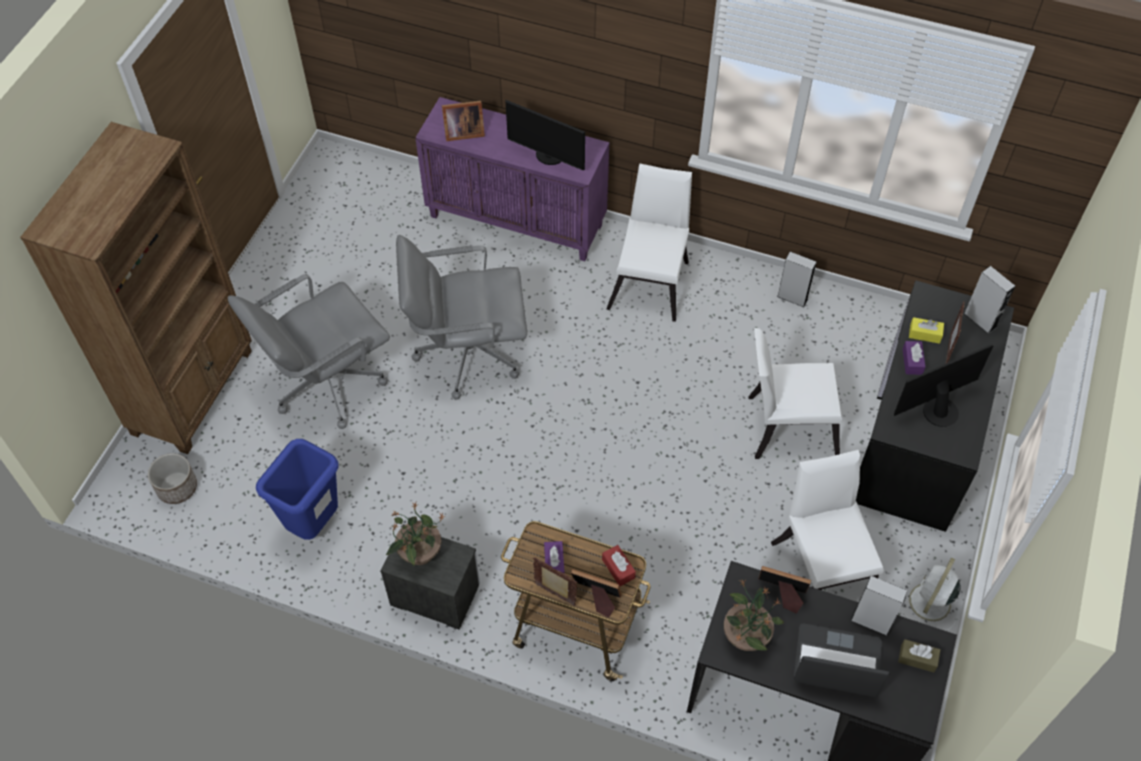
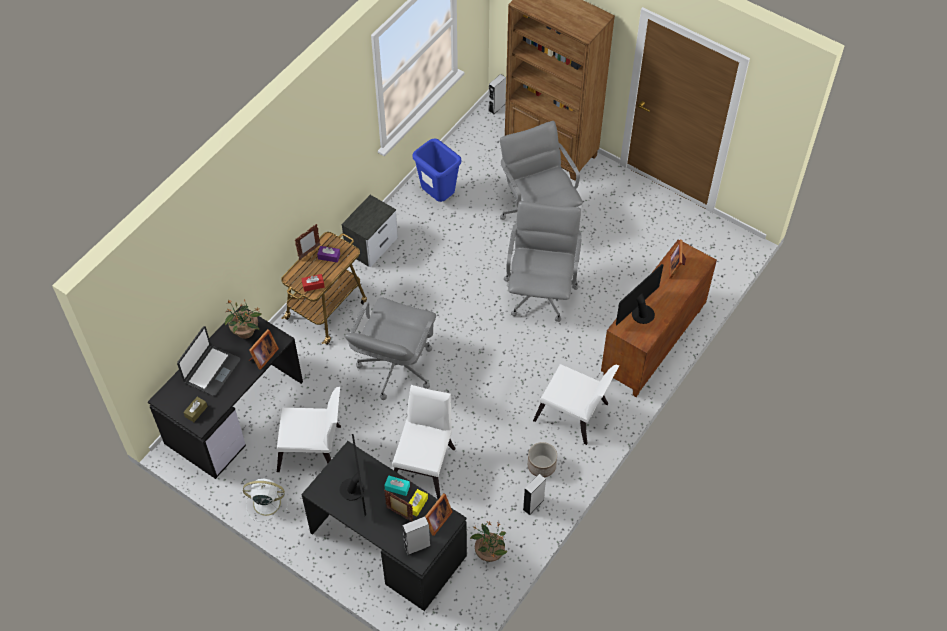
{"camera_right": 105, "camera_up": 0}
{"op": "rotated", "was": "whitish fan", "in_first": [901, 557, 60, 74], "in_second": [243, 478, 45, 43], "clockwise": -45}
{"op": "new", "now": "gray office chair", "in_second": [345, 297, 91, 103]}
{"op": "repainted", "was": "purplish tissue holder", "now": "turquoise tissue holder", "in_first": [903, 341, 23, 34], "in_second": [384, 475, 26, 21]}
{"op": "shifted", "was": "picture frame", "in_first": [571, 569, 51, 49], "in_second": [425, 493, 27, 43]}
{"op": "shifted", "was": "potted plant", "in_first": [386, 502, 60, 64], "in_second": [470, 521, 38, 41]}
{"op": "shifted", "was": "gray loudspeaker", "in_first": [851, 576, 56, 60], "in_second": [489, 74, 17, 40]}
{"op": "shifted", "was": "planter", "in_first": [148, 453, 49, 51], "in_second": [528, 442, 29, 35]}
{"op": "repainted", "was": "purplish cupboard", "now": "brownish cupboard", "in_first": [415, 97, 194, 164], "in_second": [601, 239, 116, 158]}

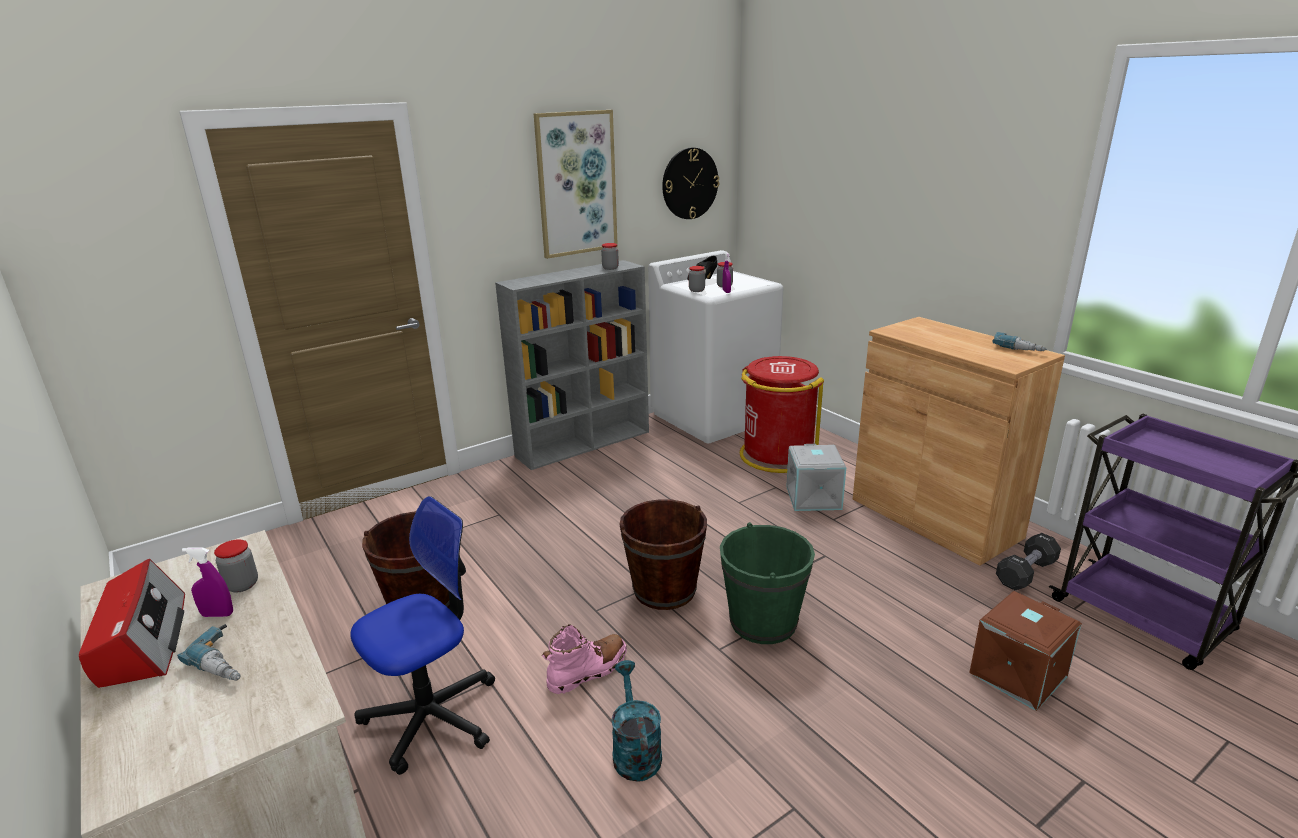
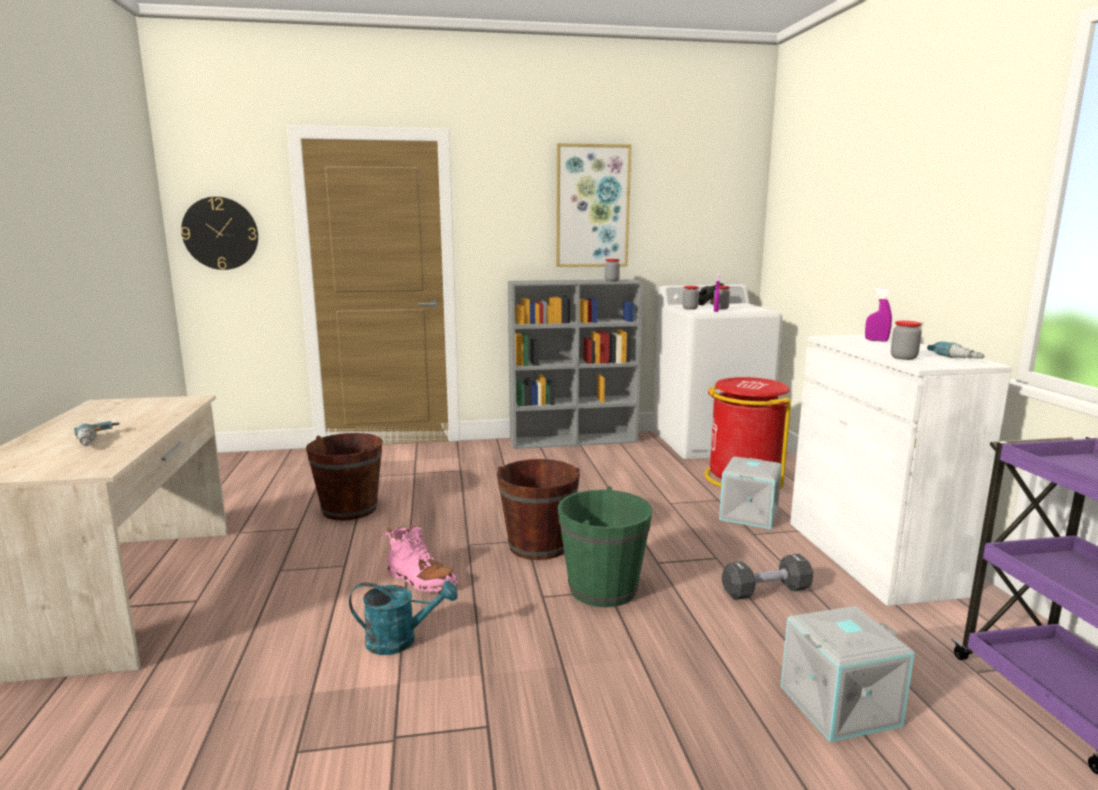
{"camera_right": 25, "camera_up": -10}
{"op": "shifted", "was": "clock on the wall", "in_first": [662, 148, 57, 71], "in_second": [181, 197, 77, 73]}
{"op": "rotated", "was": "turquoise watering pot", "in_first": [611, 660, 51, 122], "in_second": [349, 581, 109, 74], "clockwise": 75}
{"op": "rotated", "was": "pink-coloured tall boot", "in_first": [542, 624, 85, 70], "in_second": [384, 524, 74, 69], "clockwise": 45}
{"op": "shifted", "was": "black-coloured free weight", "in_first": [996, 533, 65, 57], "in_second": [722, 554, 91, 46]}
{"op": "repainted", "was": "brownish storage bin", "now": "gray storage bin", "in_first": [969, 591, 113, 120], "in_second": [781, 606, 134, 136]}
{"op": "repainted", "was": "brownish cupboard", "now": "whitish cupboard", "in_first": [853, 317, 212, 249], "in_second": [790, 334, 222, 272]}
{"op": "shifted", "was": "purplish sprayer", "in_first": [182, 547, 51, 70], "in_second": [865, 288, 27, 54]}
{"op": "shifted", "was": "preserve jar", "in_first": [214, 540, 44, 53], "in_second": [891, 321, 31, 39]}
{"op": "gone", "was": "radio set", "in_first": [79, 559, 106, 129]}
{"op": "gone", "was": "office chair", "in_first": [350, 496, 145, 279]}

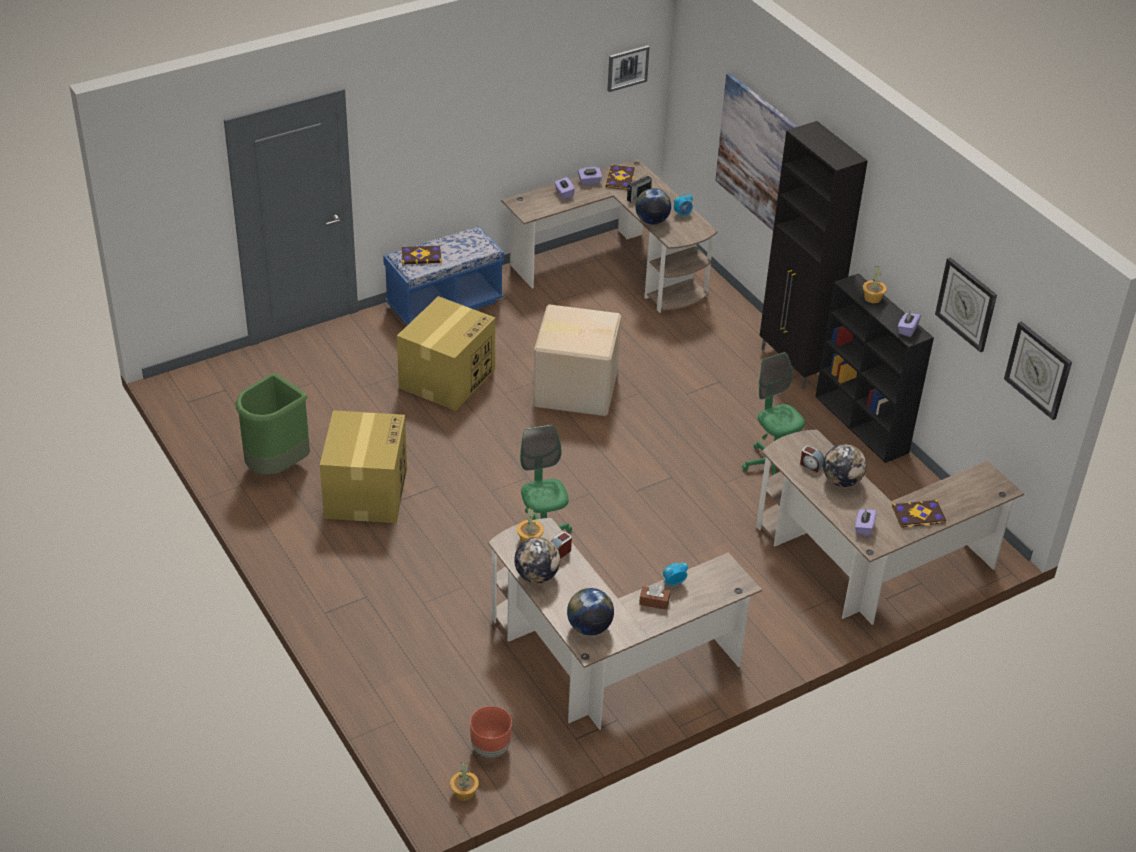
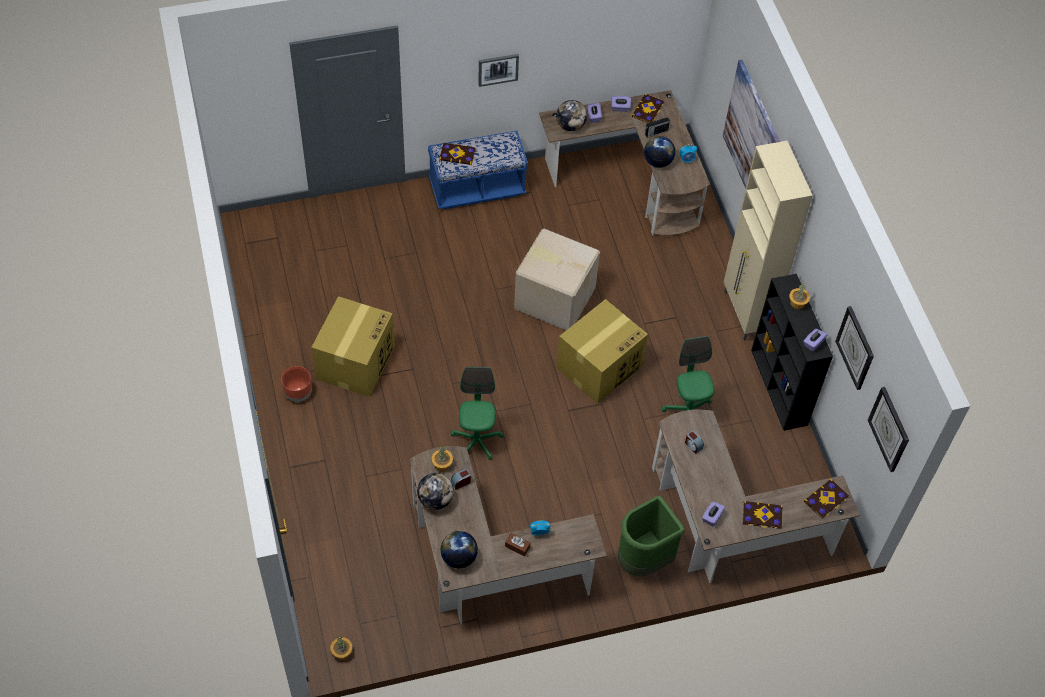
{"camera_right": 15, "camera_up": 15}
{"op": "shifted", "was": "brownish planter", "in_first": [470, 706, 42, 52], "in_second": [281, 366, 31, 36]}
{"op": "shifted", "was": "picture", "in_first": [607, 46, 43, 46], "in_second": [478, 54, 41, 33]}
{"op": "shifted", "was": "globe", "in_first": [823, 444, 43, 43], "in_second": [556, 100, 31, 31]}
{"op": "shifted", "was": "cardboard box", "in_first": [397, 296, 98, 115], "in_second": [556, 299, 92, 105]}
{"op": "shifted", "was": "greenish waste bin", "in_first": [235, 373, 75, 102], "in_second": [618, 496, 67, 80]}
{"op": "repainted", "was": "black-coloured cupboard", "now": "beige cupboard", "in_first": [760, 121, 108, 268], "in_second": [724, 141, 89, 199]}
{"op": "new", "now": "bound book", "in_second": [804, 479, 45, 39]}

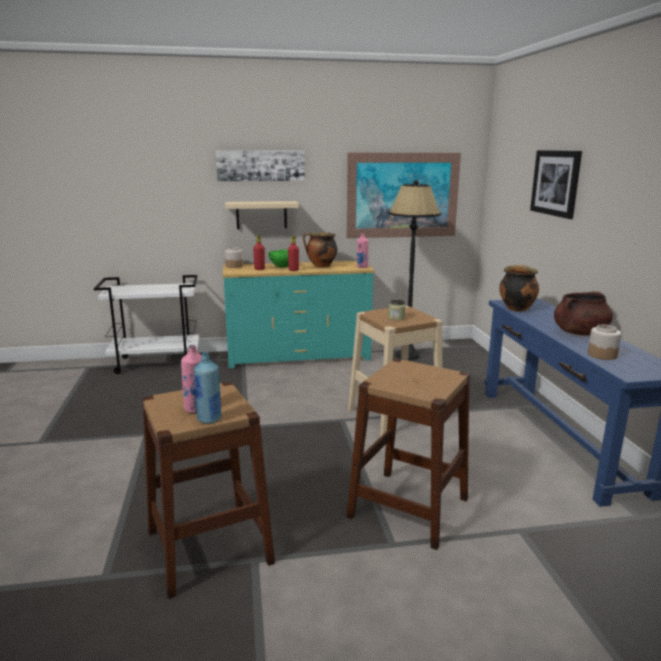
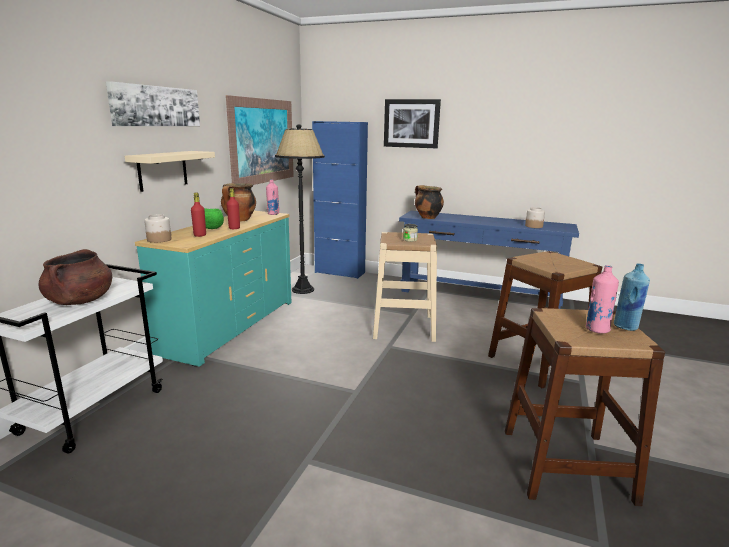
{"camera_right": -60, "camera_up": 0}
{"op": "shifted", "was": "brownish stockpot", "in_first": [554, 291, 59, 45], "in_second": [39, 249, 73, 56]}
{"op": "new", "now": "bluish cupboard", "in_second": [312, 121, 56, 158]}

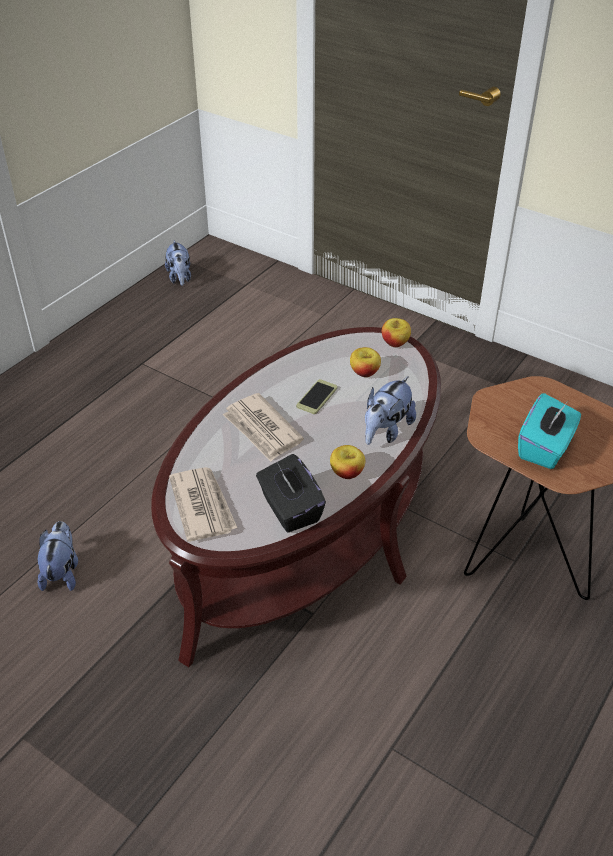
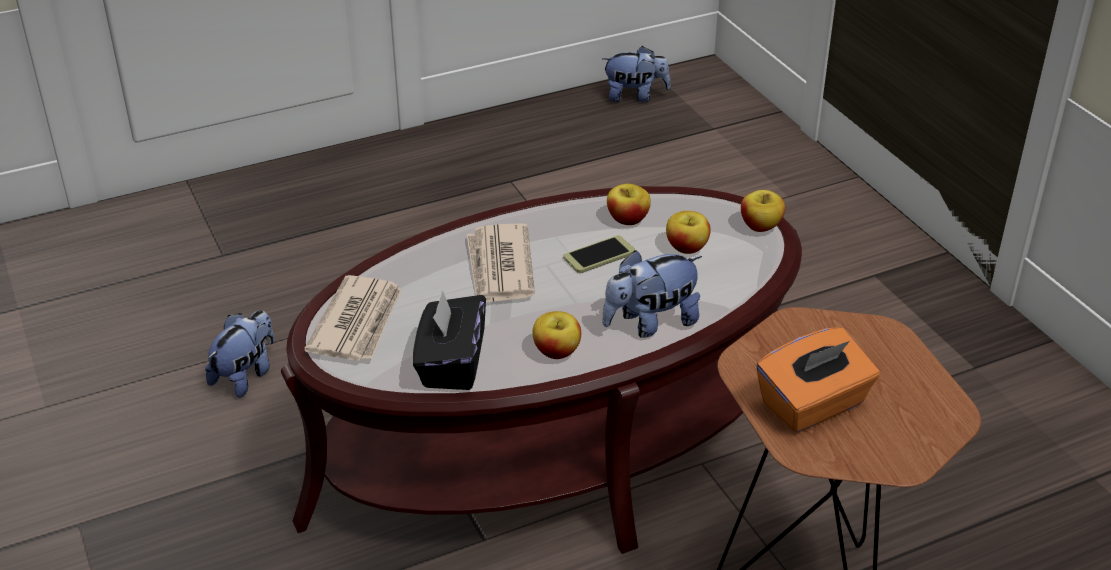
{"camera_right": 30, "camera_up": -5}
{"op": "rotated", "was": "plush toy", "in_first": [165, 240, 26, 46], "in_second": [602, 46, 68, 56], "clockwise": -105}
{"op": "new", "now": "apple", "in_second": [607, 184, 44, 41]}
{"op": "repainted", "was": "turquoise tissue holder", "now": "orange-coloured tissue holder", "in_first": [518, 393, 63, 76], "in_second": [756, 327, 124, 106]}

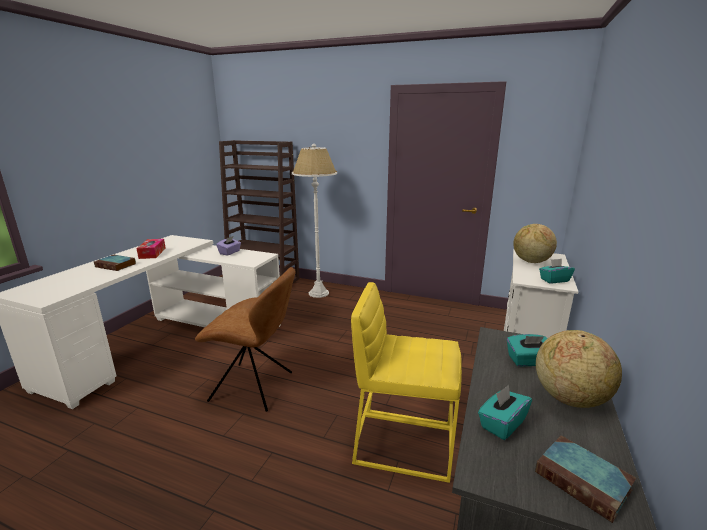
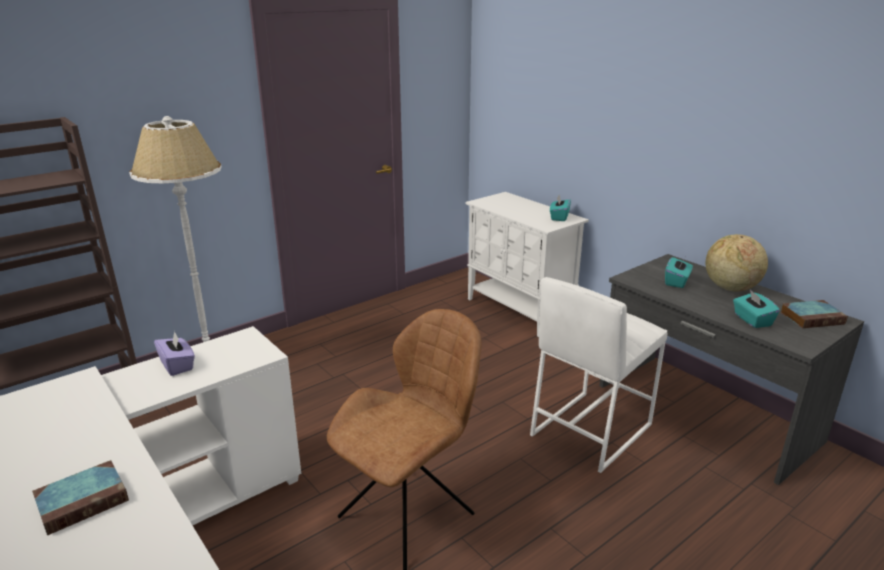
{"camera_right": -60, "camera_up": 5}
{"op": "repainted", "was": "yellow sitting stool", "now": "whitish sitting stool", "in_first": [351, 282, 111, 201], "in_second": [530, 277, 137, 196]}
{"op": "gone", "was": "tissue holder", "in_first": [136, 239, 30, 20]}
{"op": "gone", "was": "globe", "in_first": [513, 224, 44, 39]}

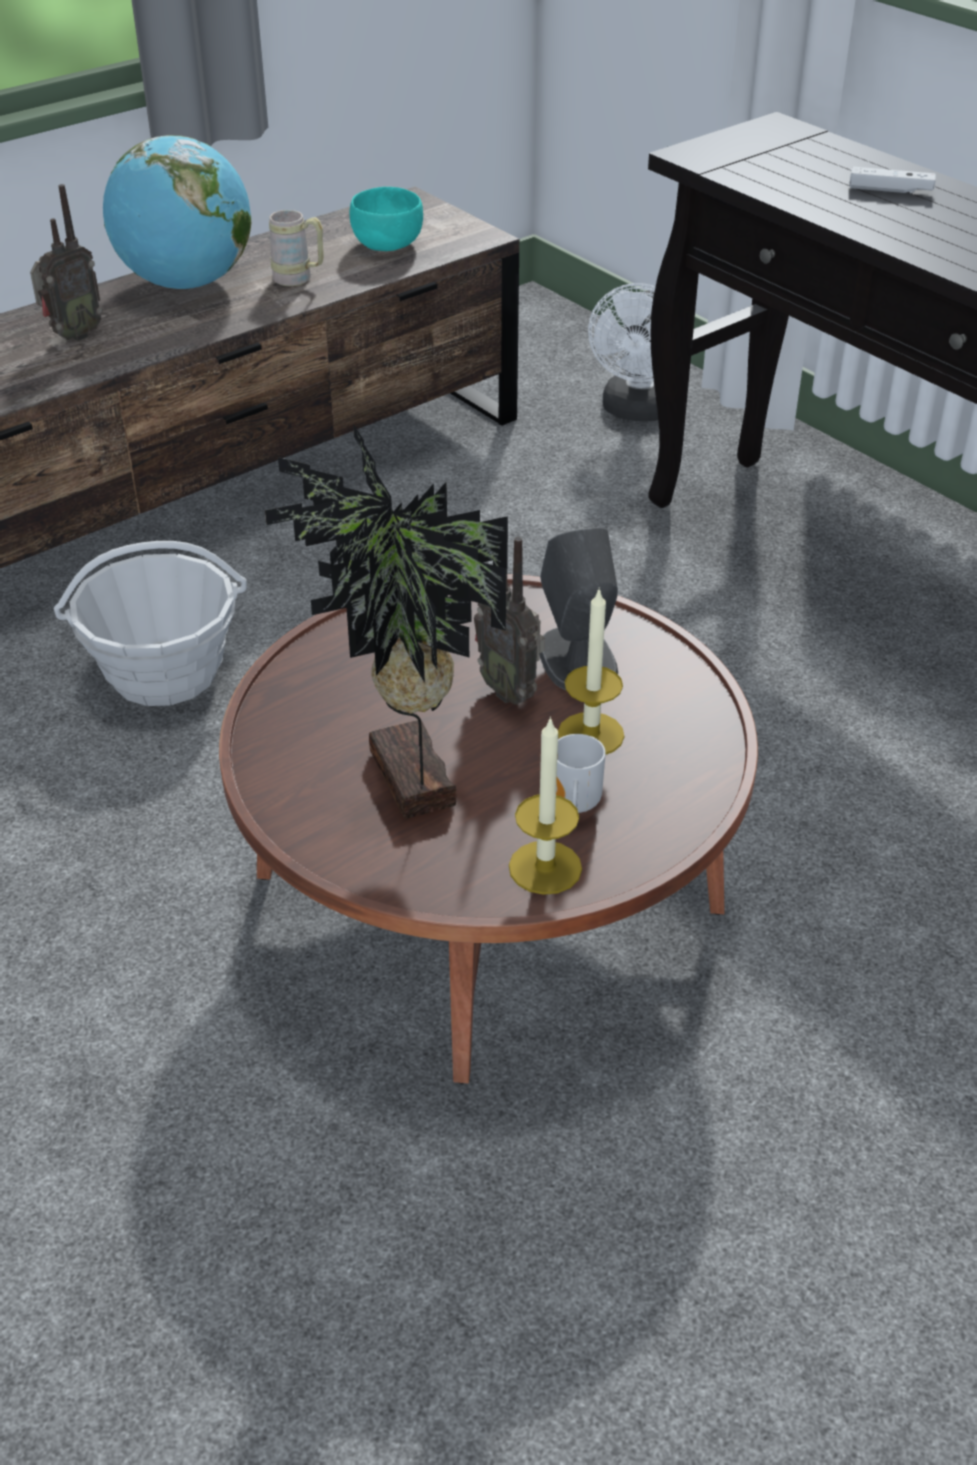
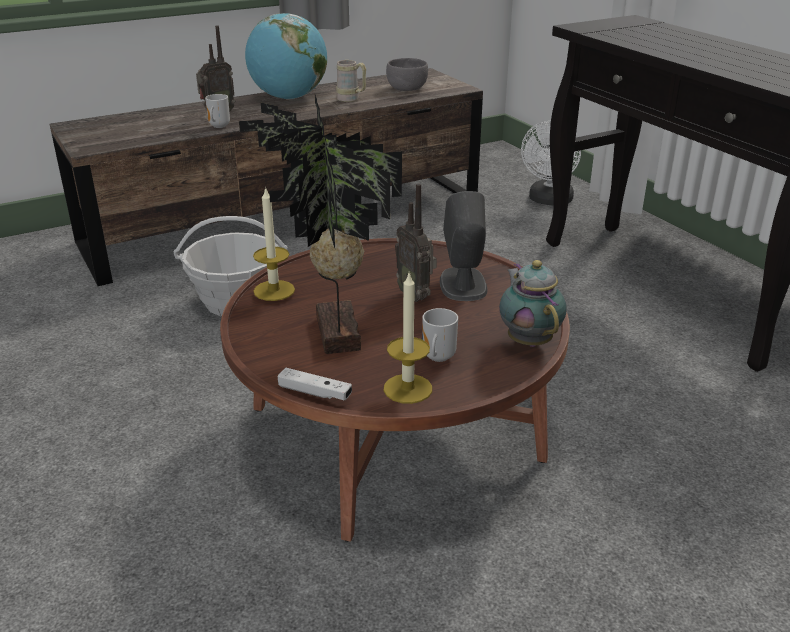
{"camera_right": 10, "camera_up": -10}
{"op": "new", "now": "coffee mug", "in_second": [205, 94, 25, 34]}
{"op": "shifted", "was": "wax candle", "in_first": [558, 587, 66, 167], "in_second": [253, 186, 42, 115]}
{"op": "shifted", "was": "whitish joypad", "in_first": [849, 167, 87, 27], "in_second": [277, 368, 75, 32]}
{"op": "repainted", "was": "turquoise serving bowl", "now": "gray serving bowl", "in_first": [350, 187, 73, 64], "in_second": [386, 58, 42, 33]}
{"op": "new", "now": "pot for tea", "in_second": [499, 260, 67, 87]}

